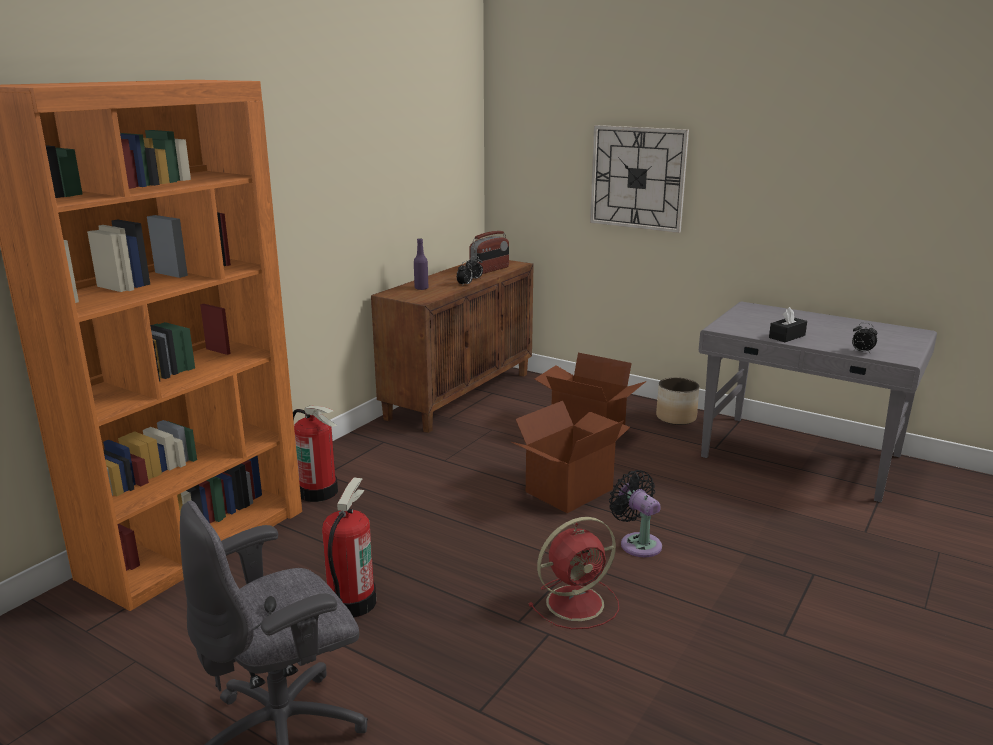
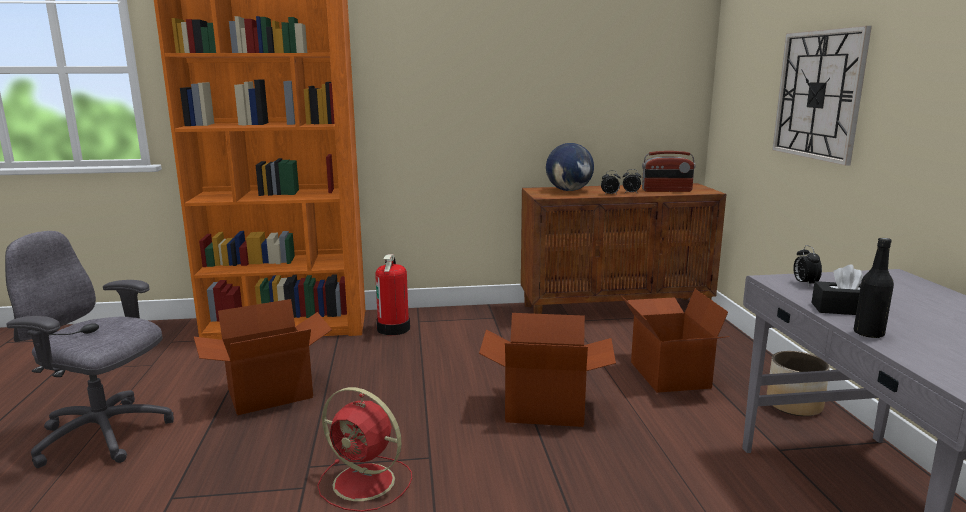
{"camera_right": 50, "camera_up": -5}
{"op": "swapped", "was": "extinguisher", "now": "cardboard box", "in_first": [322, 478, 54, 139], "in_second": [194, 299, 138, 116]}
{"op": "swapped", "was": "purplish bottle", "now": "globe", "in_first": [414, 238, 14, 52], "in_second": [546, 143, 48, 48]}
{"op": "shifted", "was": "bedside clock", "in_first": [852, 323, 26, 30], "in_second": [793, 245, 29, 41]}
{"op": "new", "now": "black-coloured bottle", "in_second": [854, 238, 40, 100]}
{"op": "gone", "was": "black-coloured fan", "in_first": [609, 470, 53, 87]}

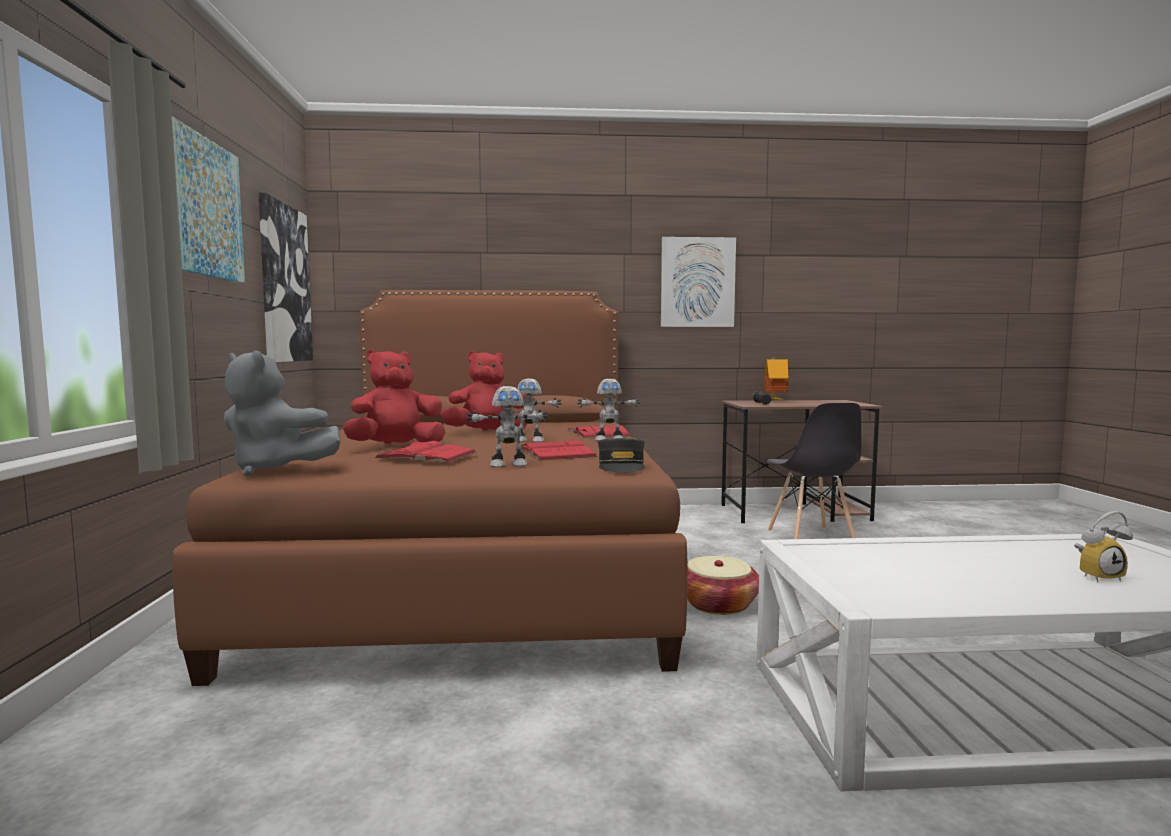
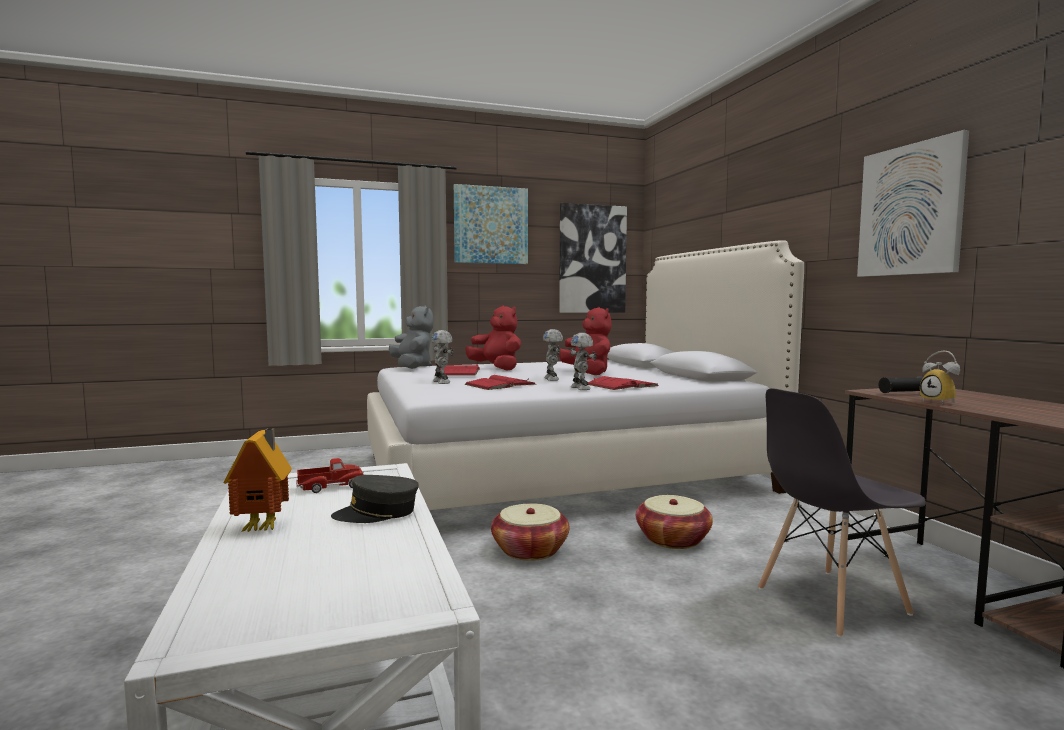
{"camera_right": 75, "camera_up": 0}
{"op": "shifted", "was": "toy house", "in_first": [764, 358, 25, 43], "in_second": [224, 428, 68, 104]}
{"op": "new", "now": "toy truck", "in_second": [296, 458, 68, 35]}
{"op": "shifted", "was": "gray cap", "in_first": [598, 438, 47, 35], "in_second": [331, 475, 88, 48]}
{"op": "repainted", "was": "brownish sleeping bed", "now": "whitish sleeping bed", "in_first": [172, 290, 516, 396], "in_second": [367, 240, 437, 270]}
{"op": "rotated", "was": "gray plush toy", "in_first": [224, 350, 117, 127], "in_second": [389, 305, 44, 64], "clockwise": 150}
{"op": "new", "now": "basket", "in_second": [636, 495, 77, 54]}
{"op": "shifted", "was": "bedside clock", "in_first": [1074, 511, 59, 71], "in_second": [920, 351, 40, 53]}

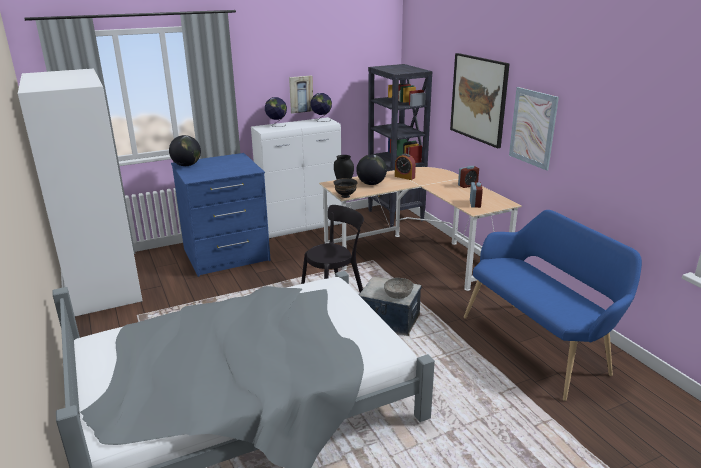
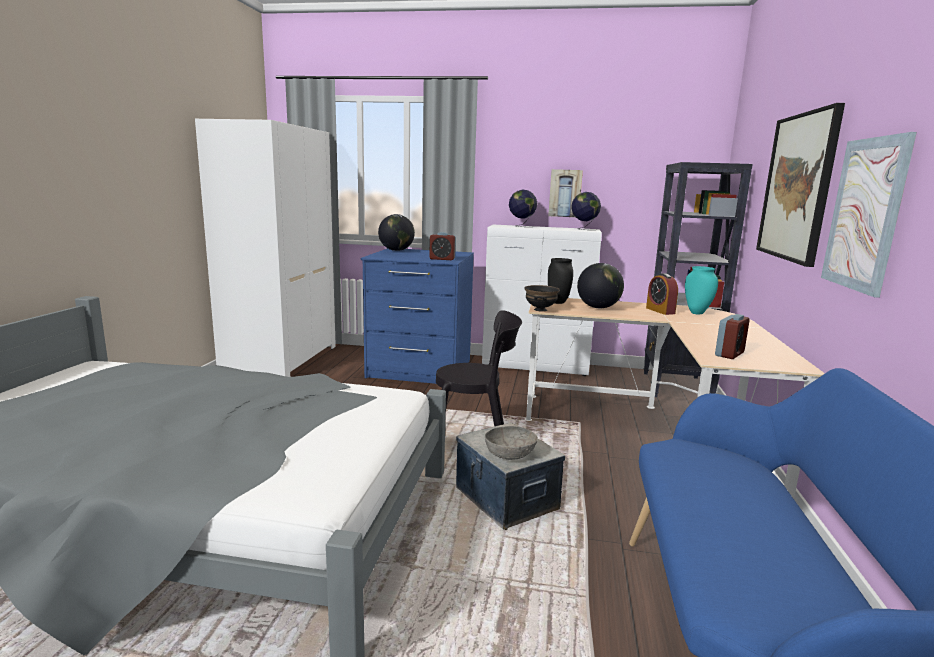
{"camera_right": 35, "camera_up": -10}
{"op": "shifted", "was": "bedside clock", "in_first": [458, 166, 21, 22], "in_second": [430, 232, 26, 28]}
{"op": "new", "now": "turquoise vase", "in_second": [685, 266, 33, 48]}

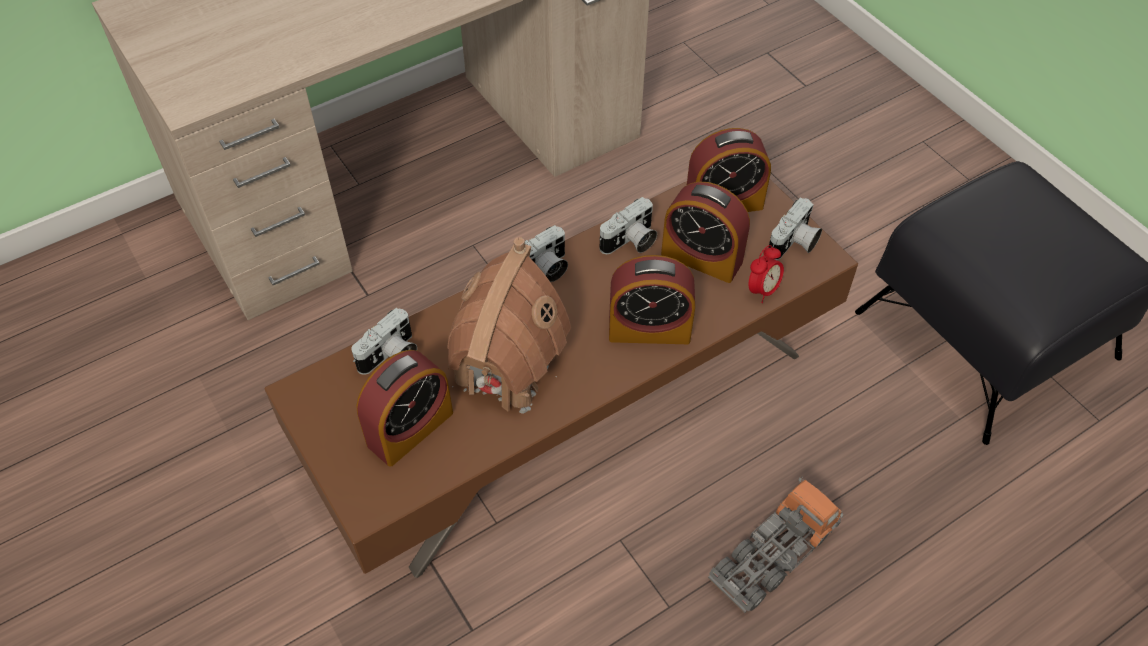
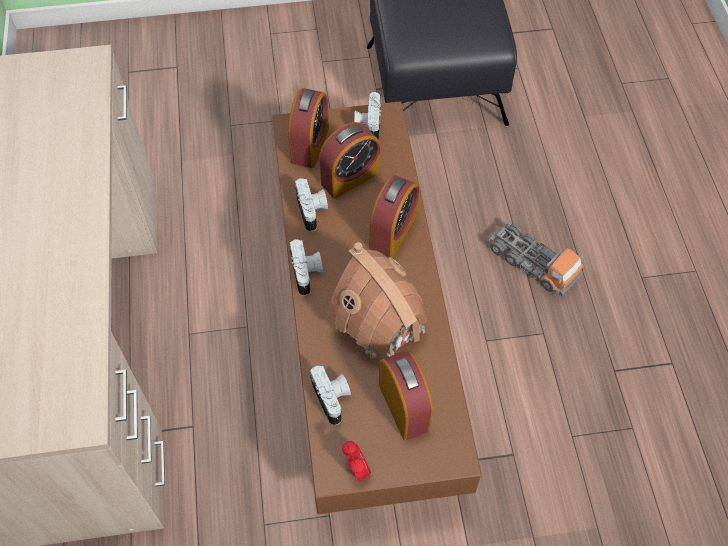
{"camera_right": -65, "camera_up": 5}
{"op": "shifted", "was": "bedside clock", "in_first": [749, 245, 35, 58], "in_second": [342, 441, 29, 41]}
{"op": "rotated", "was": "still camera", "in_first": [768, 198, 54, 62], "in_second": [354, 92, 27, 48], "clockwise": -150}
{"op": "rotated", "was": "toy truck", "in_first": [708, 477, 135, 136], "in_second": [487, 221, 96, 75], "clockwise": 150}

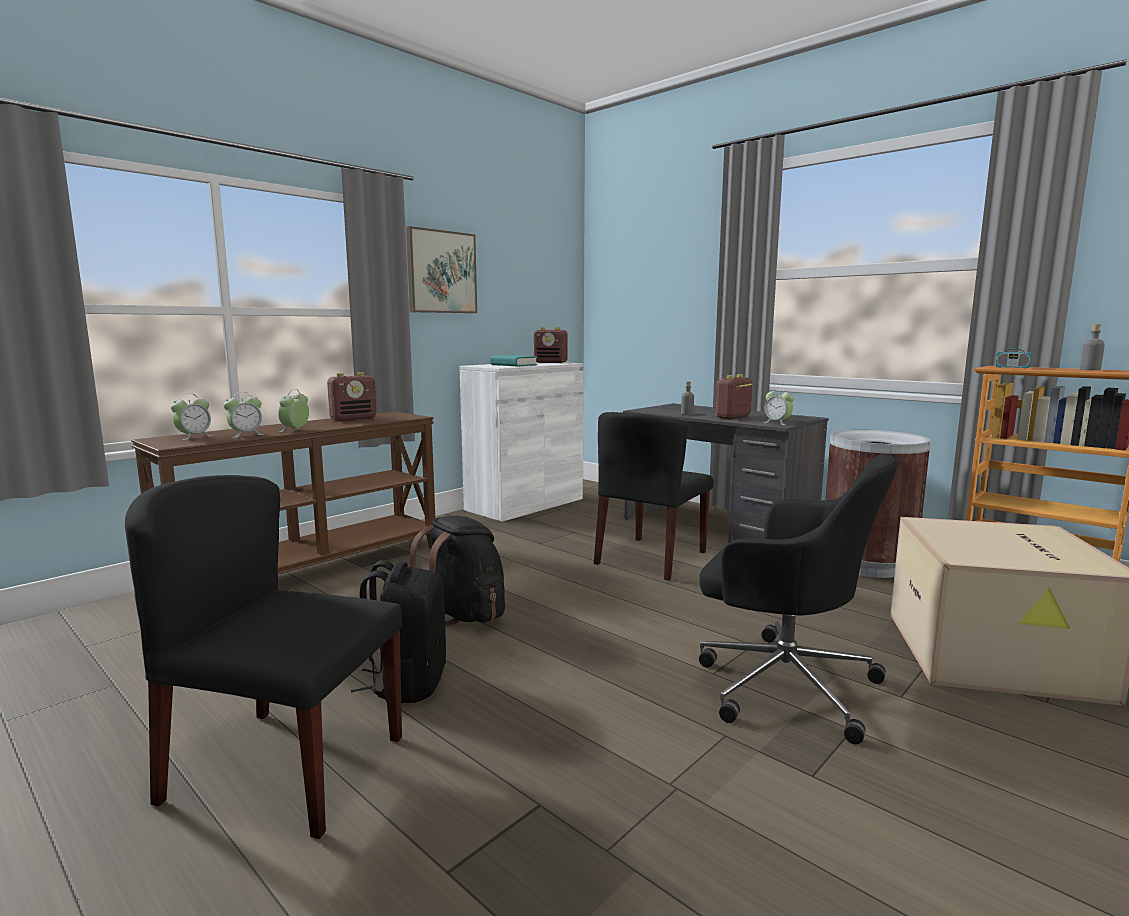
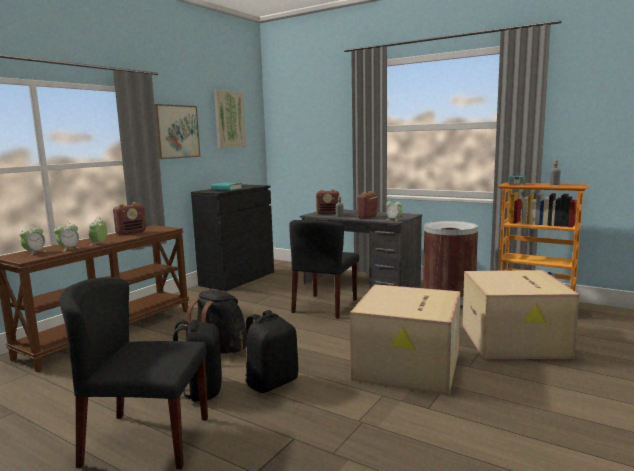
{"camera_right": -10, "camera_up": 0}
{"op": "repainted", "was": "whitish cupboard", "now": "black-coloured cupboard", "in_first": [459, 362, 125, 160], "in_second": [191, 184, 83, 107]}
{"op": "new", "now": "picture", "in_second": [214, 90, 32, 58]}
{"op": "new", "now": "black-coloured backpack", "in_second": [245, 310, 53, 83]}
{"op": "shifted", "was": "radio set", "in_first": [533, 327, 35, 36], "in_second": [316, 189, 23, 25]}
{"op": "swapped", "was": "black-coloured office chair", "now": "cardboard box", "in_first": [699, 454, 198, 290], "in_second": [350, 284, 110, 112]}

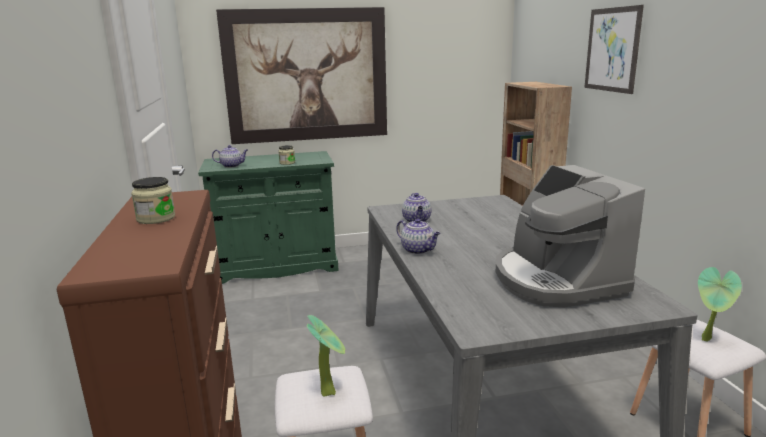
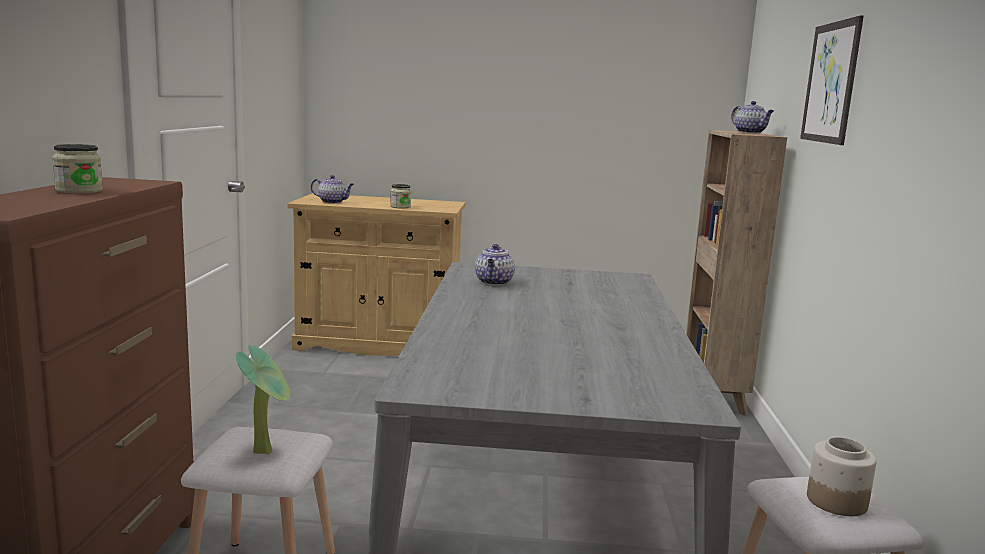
{"camera_right": 15, "camera_up": -5}
{"op": "repainted", "was": "greenish cupboard", "now": "beige cupboard", "in_first": [198, 151, 141, 133], "in_second": [288, 193, 178, 163]}
{"op": "shifted", "was": "pot for tea", "in_first": [396, 218, 45, 36], "in_second": [731, 101, 43, 33]}
{"op": "swapped", "was": "potted plant", "now": "preserve jar", "in_first": [698, 267, 44, 75], "in_second": [807, 437, 70, 79]}
{"op": "gone", "was": "picture", "in_first": [216, 7, 171, 137]}
{"op": "gone", "was": "coffee brewer", "in_first": [495, 165, 150, 142]}

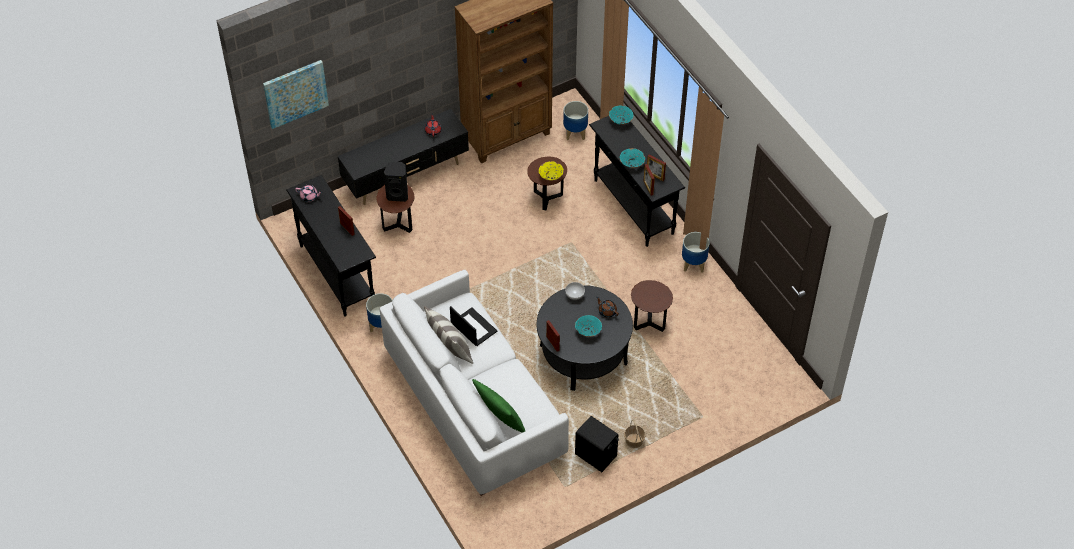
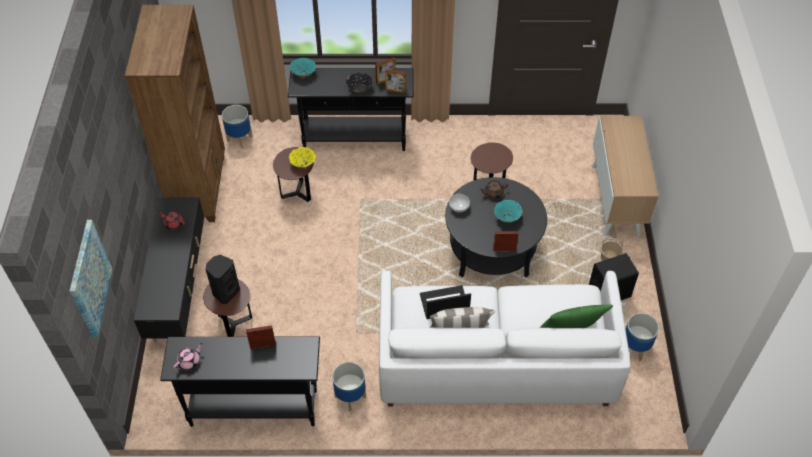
{"camera_right": -60, "camera_up": 0}
{"op": "repainted", "was": "turquoise serving bowl", "now": "black-coloured serving bowl", "in_first": [620, 148, 25, 20], "in_second": [346, 73, 27, 20]}
{"op": "new", "now": "cupboard", "in_second": [592, 116, 66, 121]}
{"op": "shifted", "was": "planter", "in_first": [682, 232, 28, 41], "in_second": [626, 313, 33, 48]}

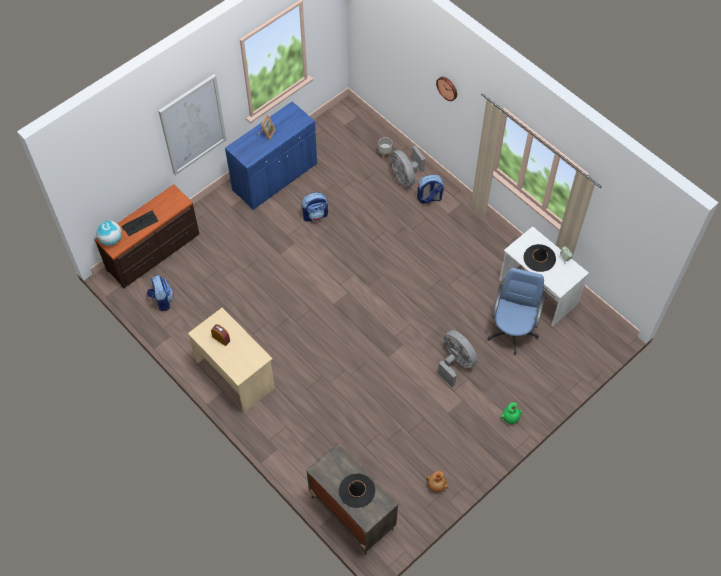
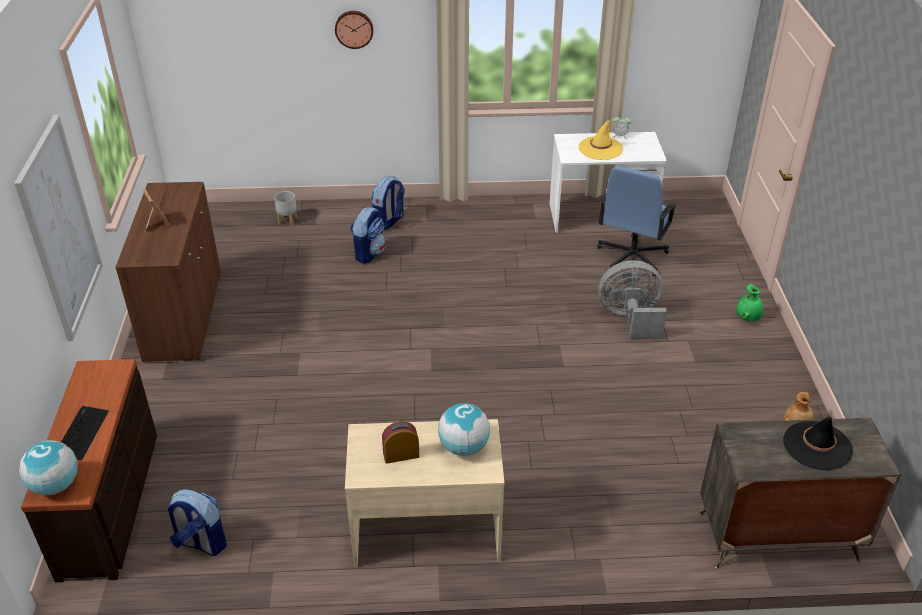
{"camera_right": -50, "camera_up": -20}
{"op": "repainted", "was": "bluish cupboard", "now": "brownish cupboard", "in_first": [225, 101, 92, 109], "in_second": [115, 182, 106, 181]}
{"op": "shifted", "was": "backpack", "in_first": [302, 192, 26, 30], "in_second": [350, 207, 36, 57]}
{"op": "new", "now": "globe", "in_second": [438, 403, 52, 53]}
{"op": "repainted", "was": "black-coloured hat", "now": "yellow hat", "in_first": [524, 244, 32, 28], "in_second": [579, 121, 44, 39]}
{"op": "rotated", "was": "bluish office chair", "in_first": [488, 268, 58, 87], "in_second": [597, 166, 80, 110], "clockwise": -120}
{"op": "gone", "was": "gray fan", "in_first": [391, 146, 34, 41]}

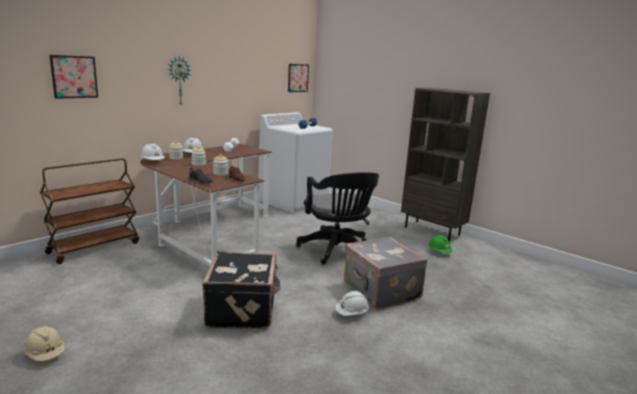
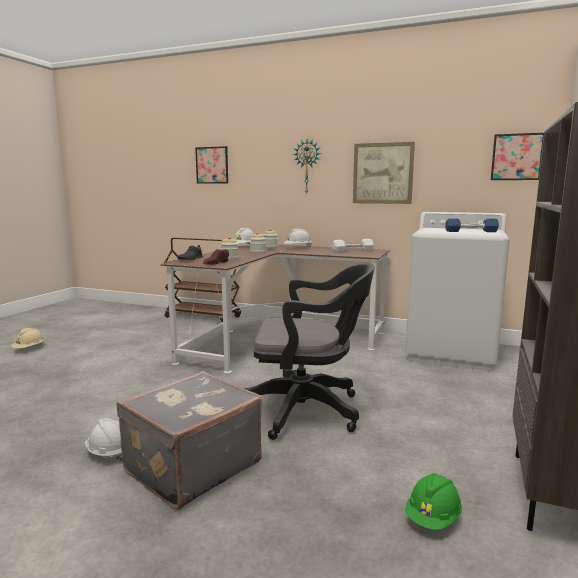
{"camera_right": 70, "camera_up": -5}
{"op": "rotated", "was": "black-coloured office chair", "in_first": [296, 172, 83, 93], "in_second": [243, 263, 132, 177], "clockwise": -135}
{"op": "new", "now": "picture", "in_second": [353, 142, 62, 62]}
{"op": "gone", "was": "black-coloured piece of luggage", "in_first": [203, 251, 77, 78]}

